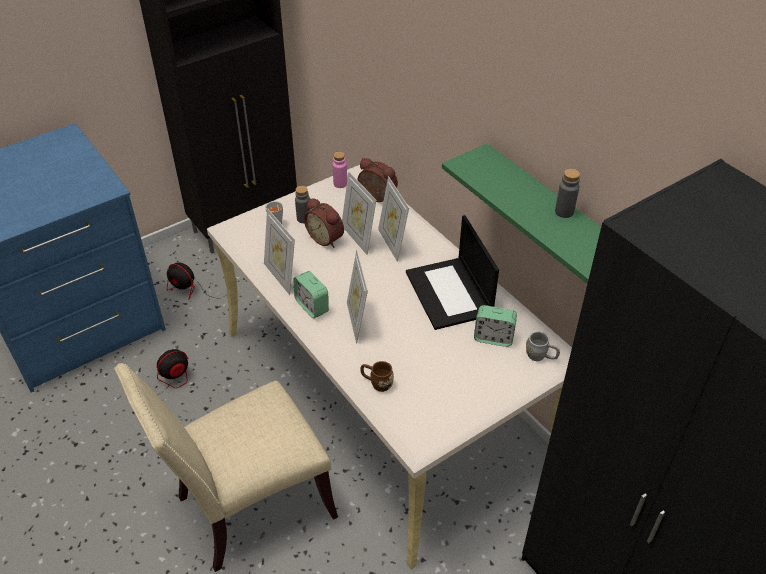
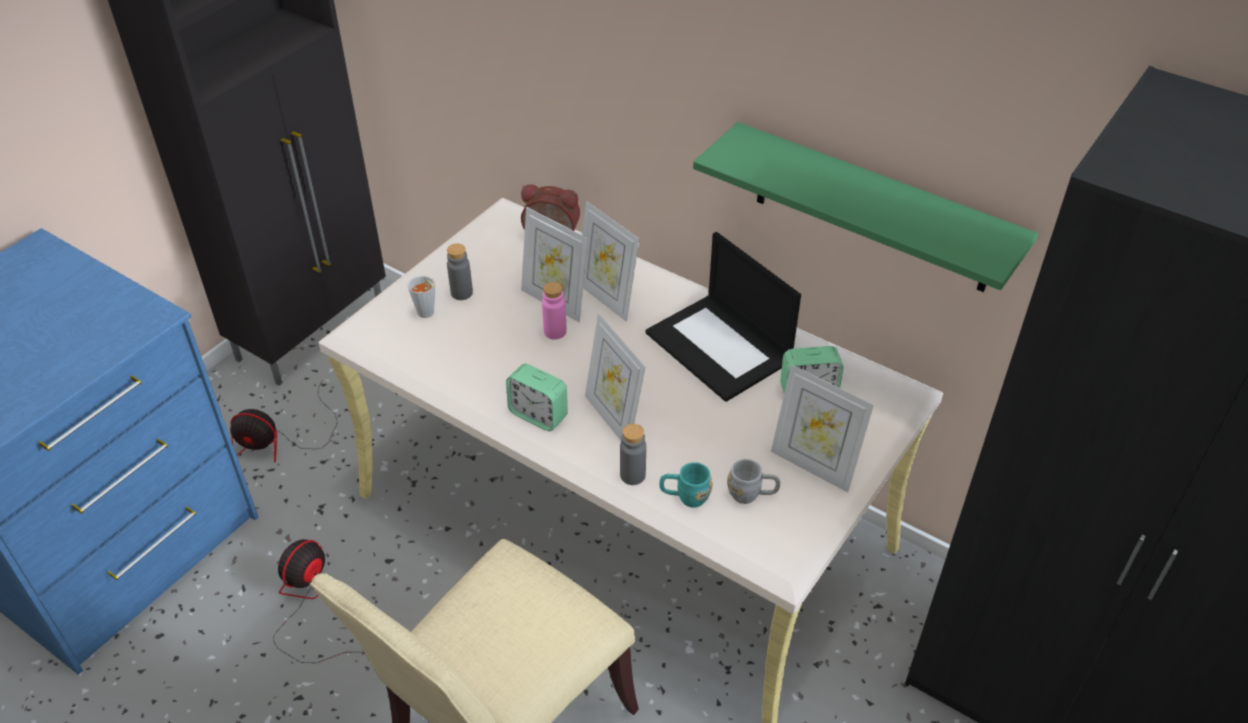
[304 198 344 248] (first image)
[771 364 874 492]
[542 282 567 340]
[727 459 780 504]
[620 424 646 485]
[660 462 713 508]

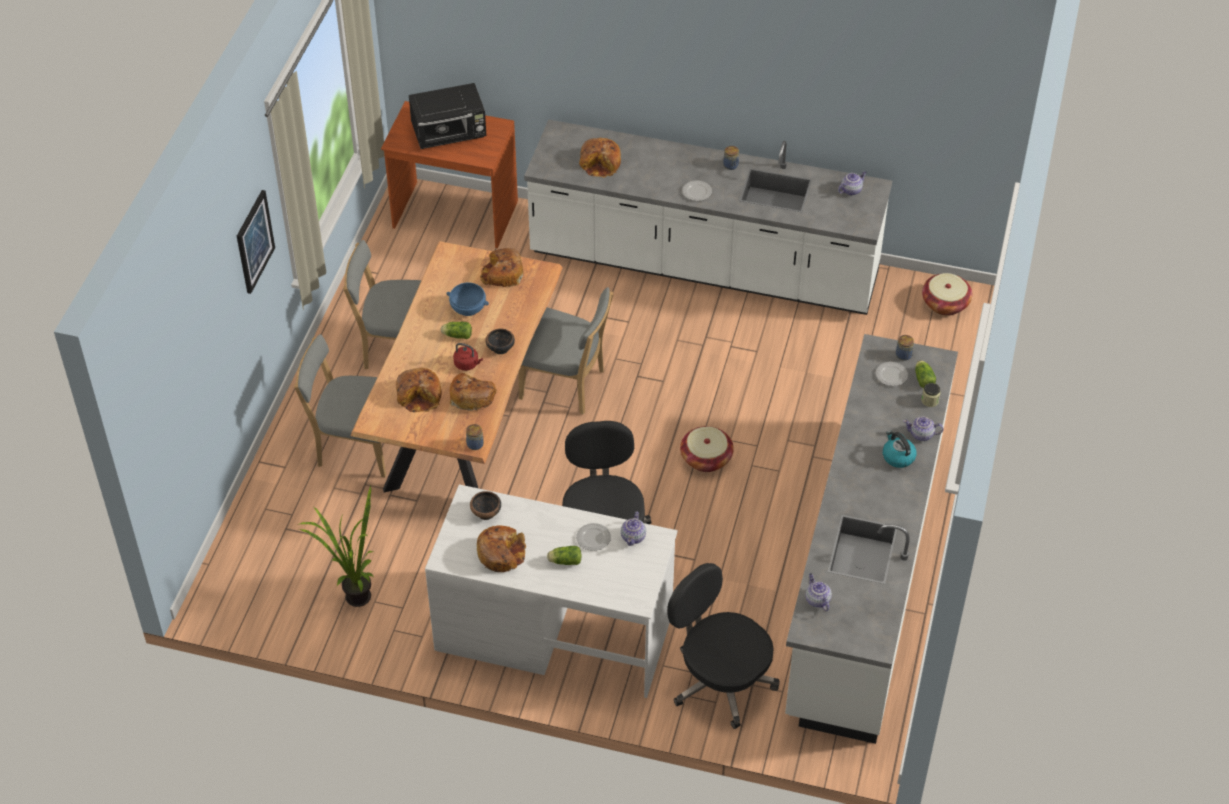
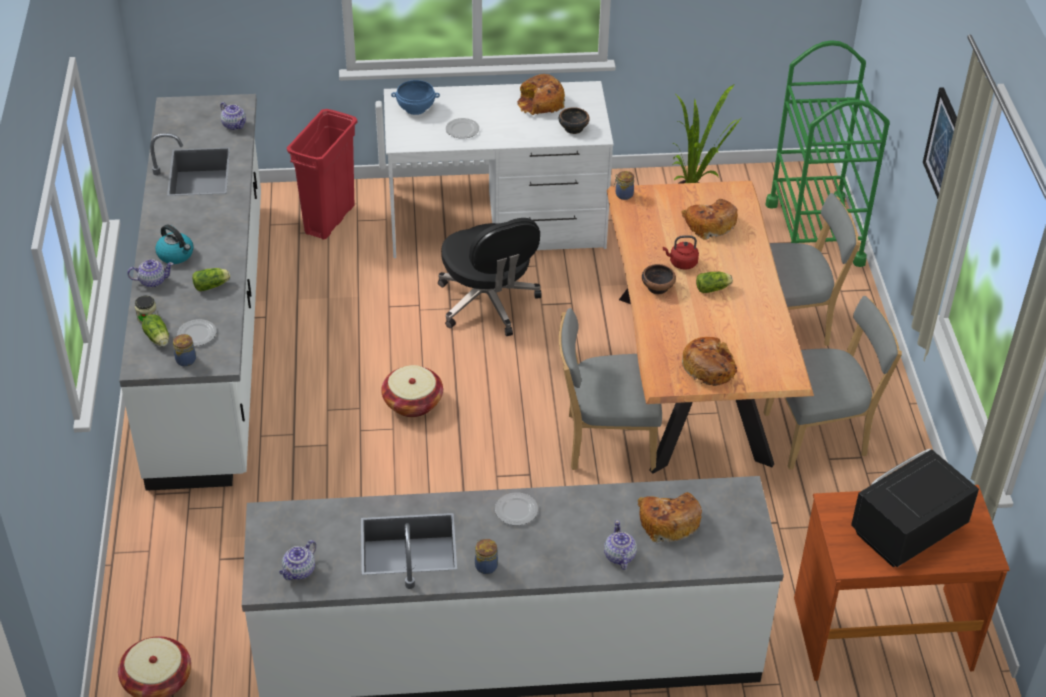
[450 373 497 411] (first image)
[765 40 890 267]
[391 80 440 115]
[192 268 230 291]
[604 520 637 570]
[287 109 357 240]

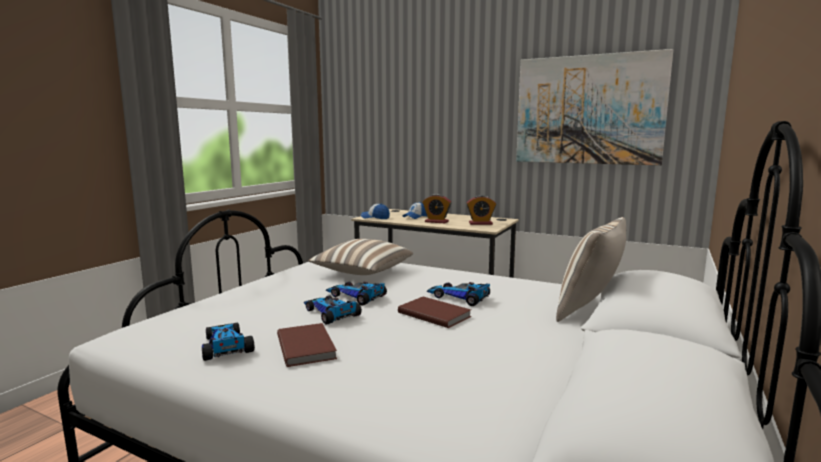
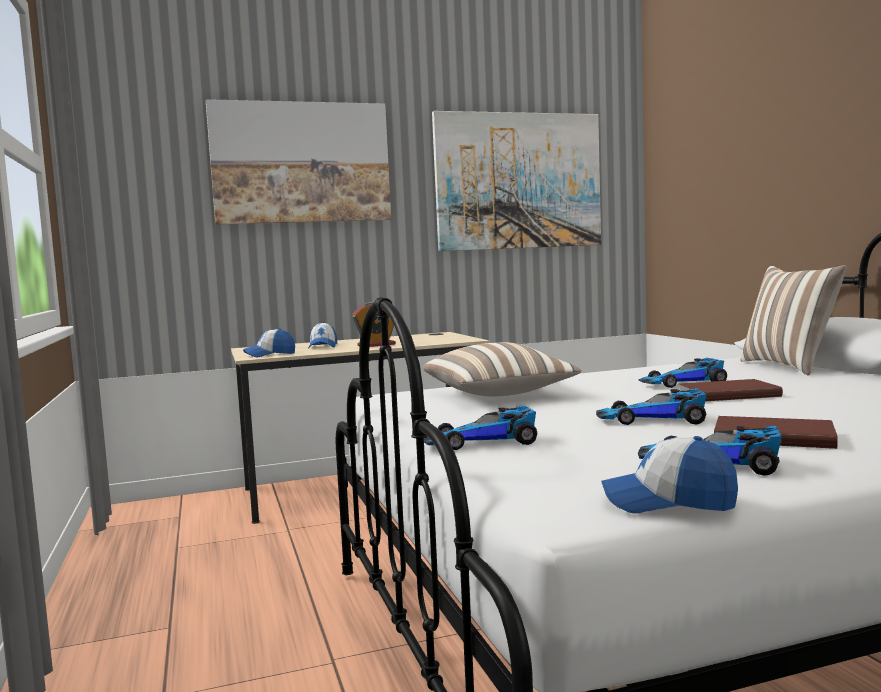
[466 195 496 225] (first image)
[206 99 391 225]
[601 436 738 513]
[424 405 537 450]

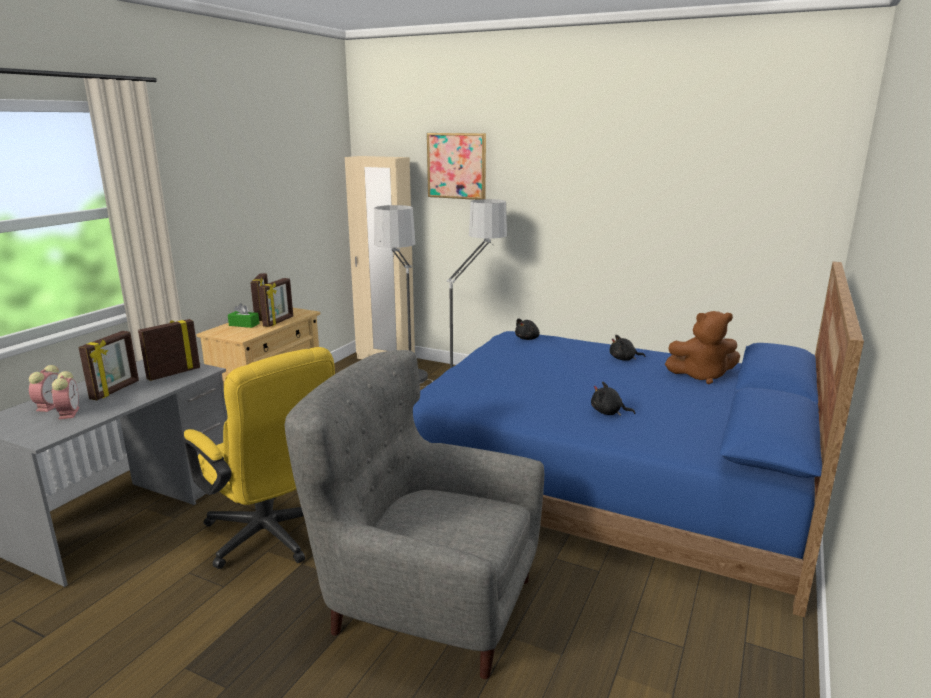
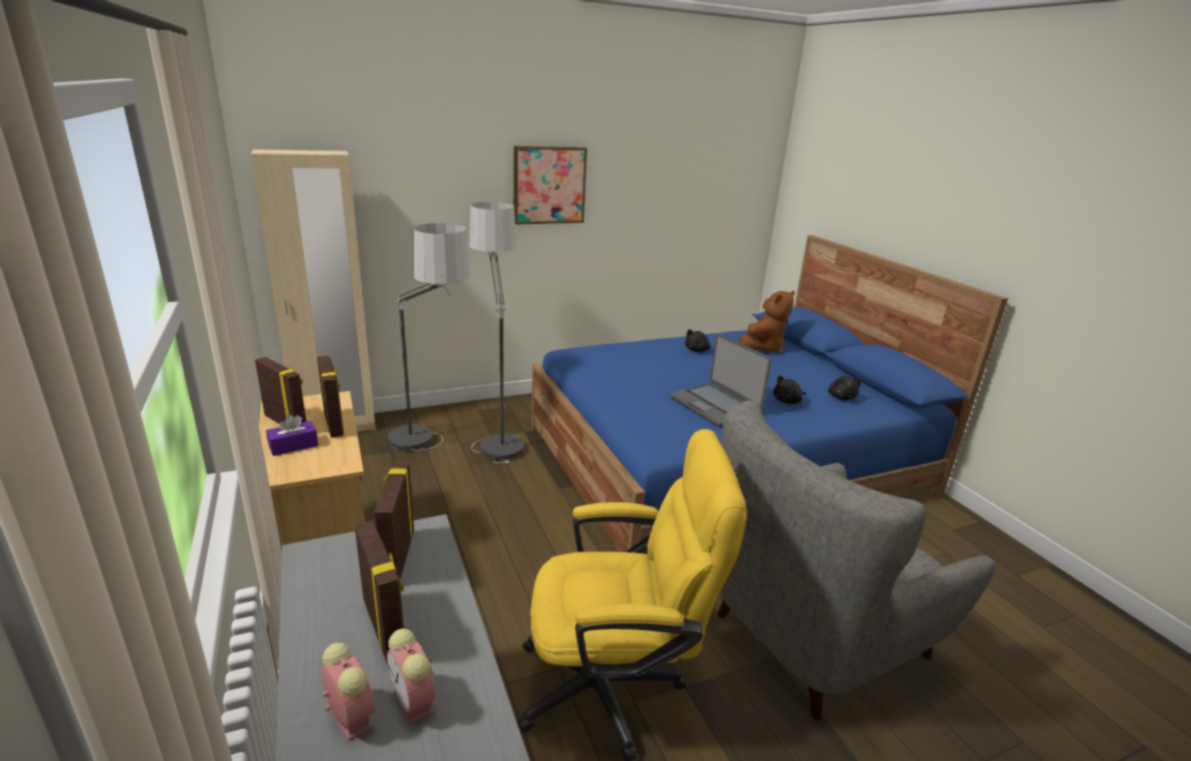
[670 334 772 427]
[514 146 587 225]
[828 376 860 400]
[266 414 318 456]
[387 629 435 724]

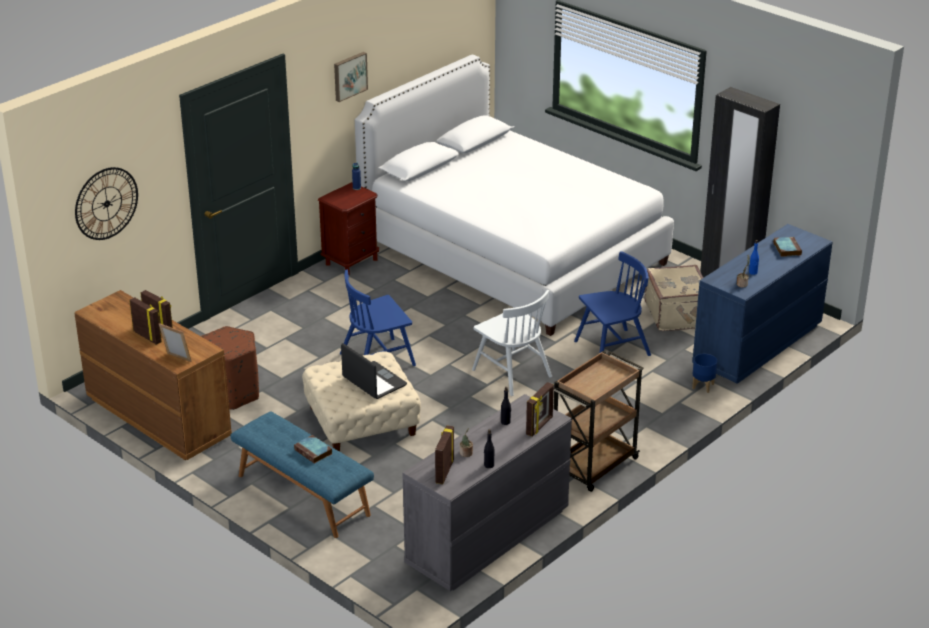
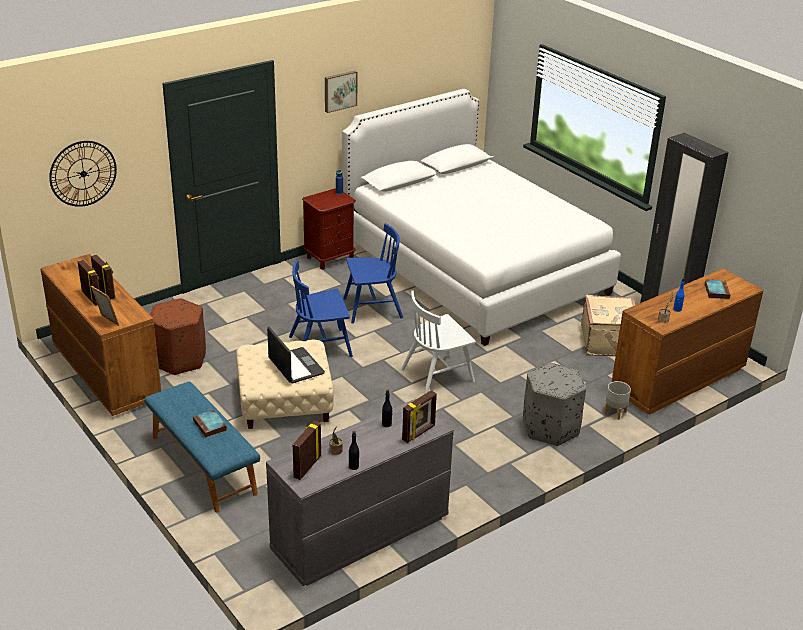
[554 351 644 492] (first image)
[523 363 586 446]
[343 223 403 324]
[612 268 763 415]
[604 381 631 420]
[401 290 476 394]

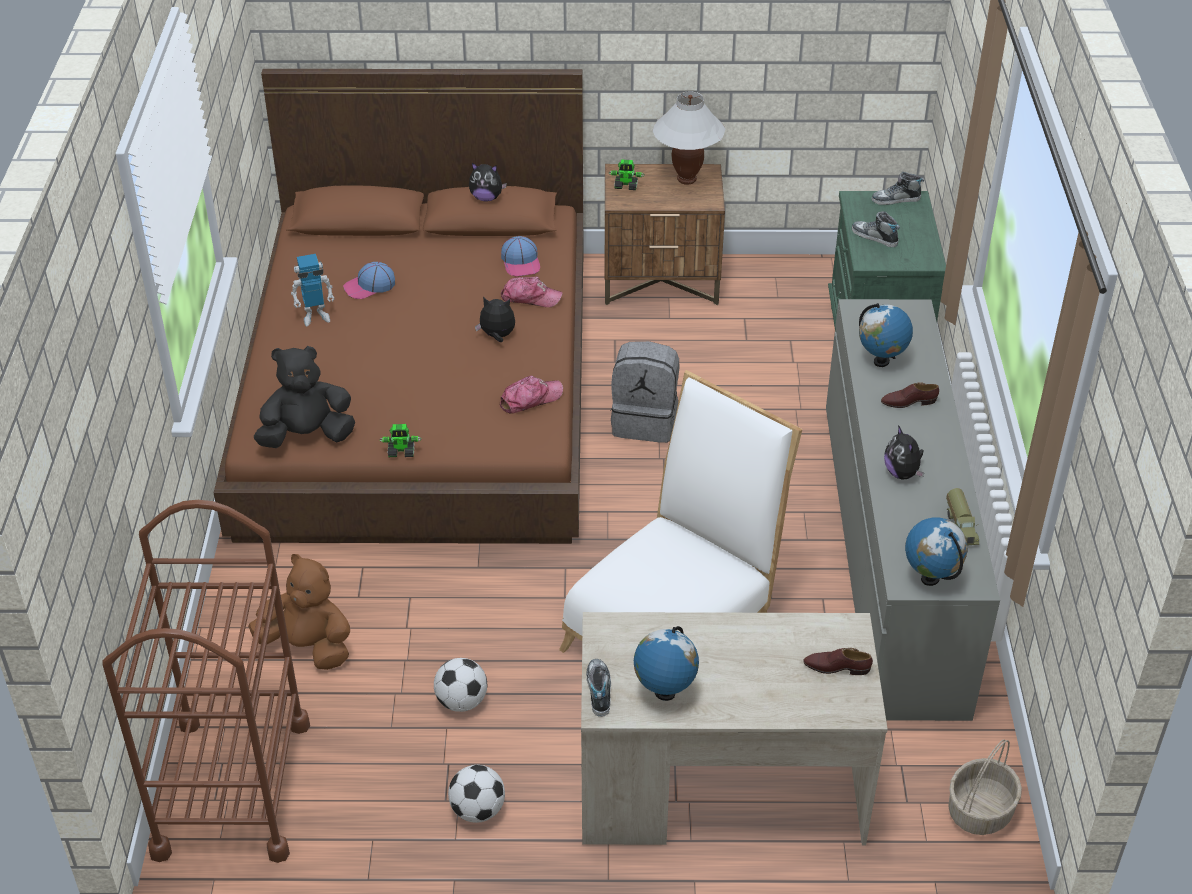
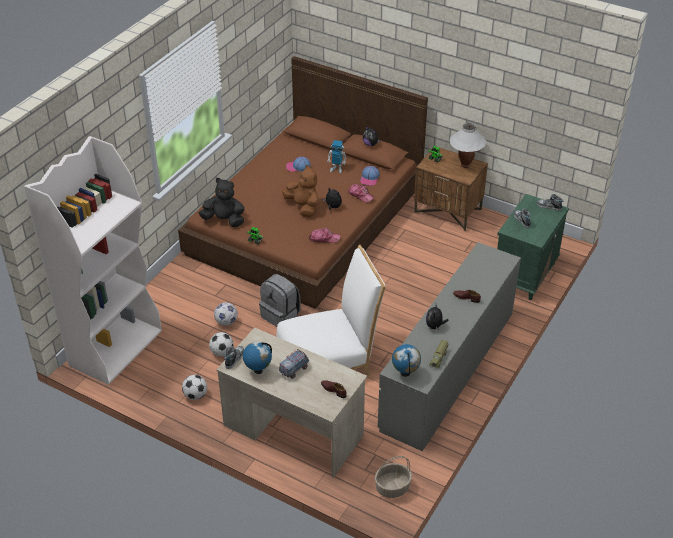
[859 303 913 367] (first image)
[214 302 238 326]
[279 350 309 379]
[282 165 318 217]
[327 140 347 174]
[259 274 301 327]
[24 136 162 385]

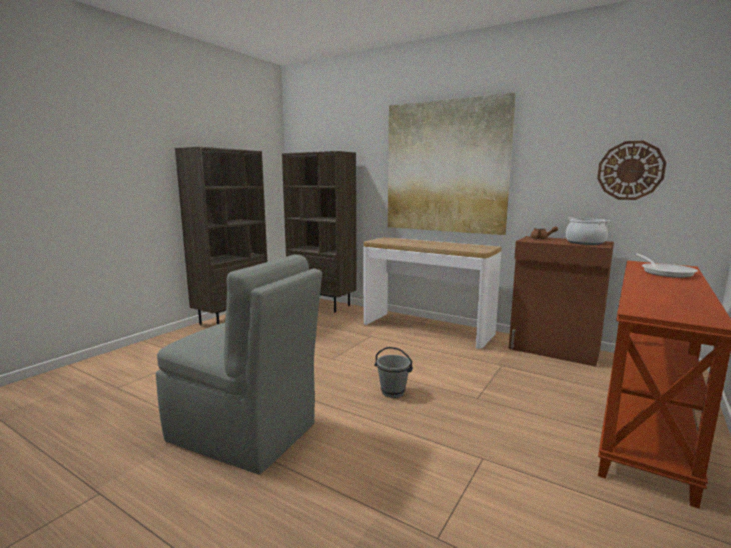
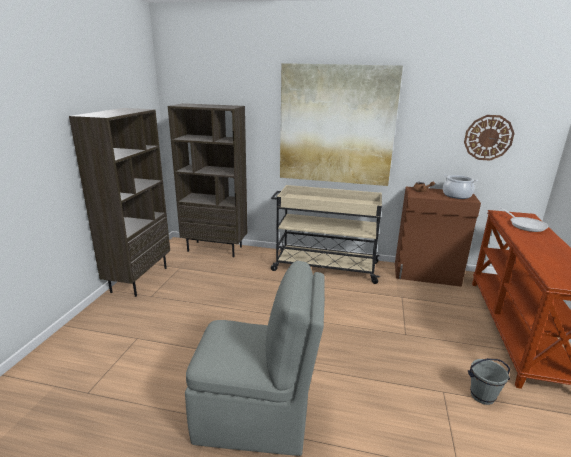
[468 358 510 405]
[271 185 382 284]

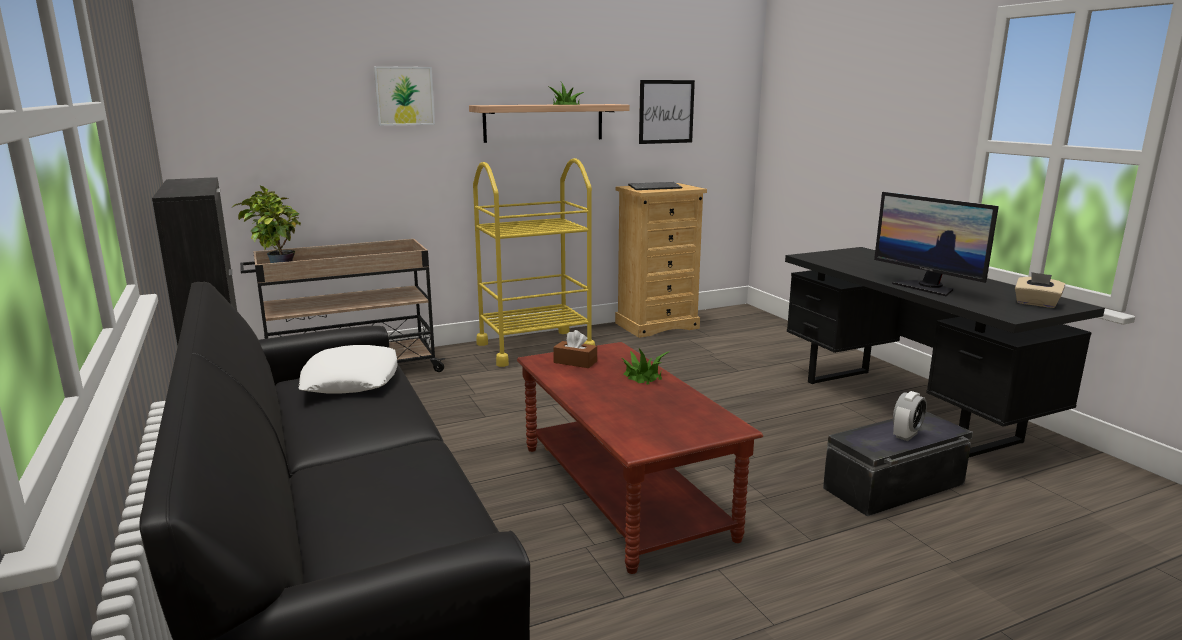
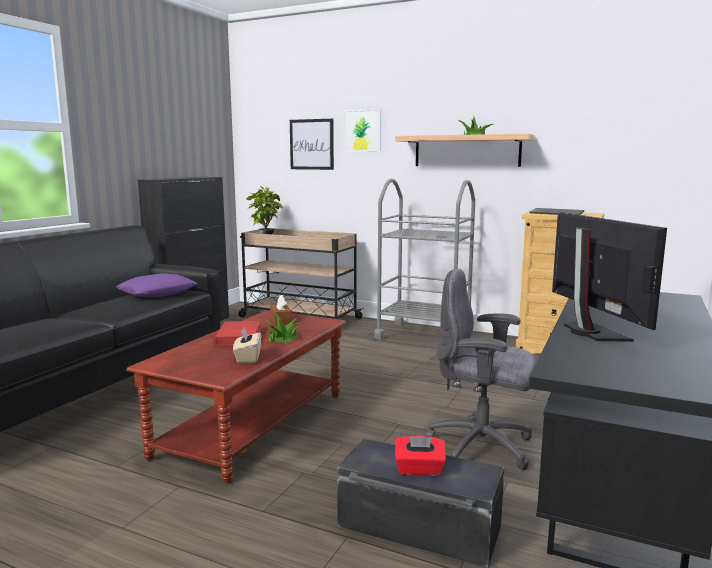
[213 321 261 346]
[426 269 536 470]
[290 119 334 170]
[233 327 261 363]
[395 436 446 476]
[116 273 197 297]
[374 179 475 339]
[552 212 667 342]

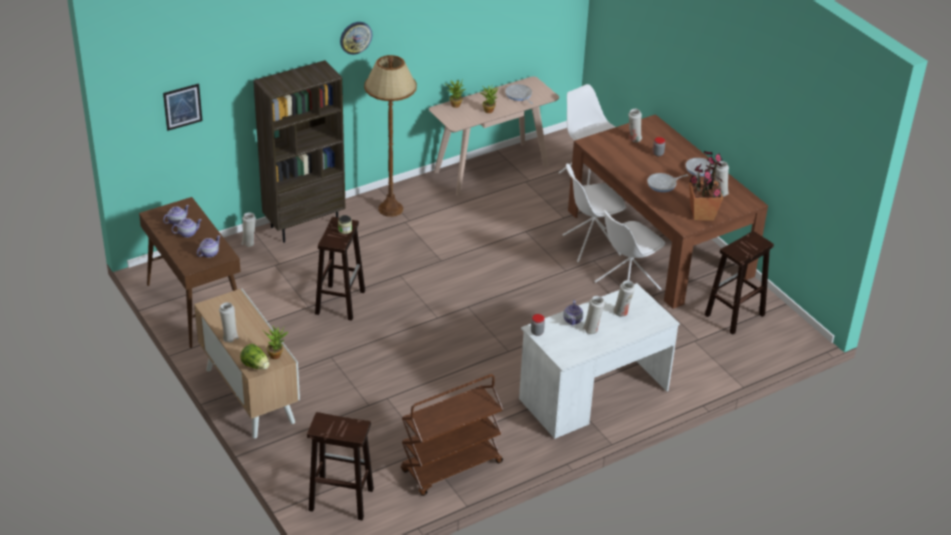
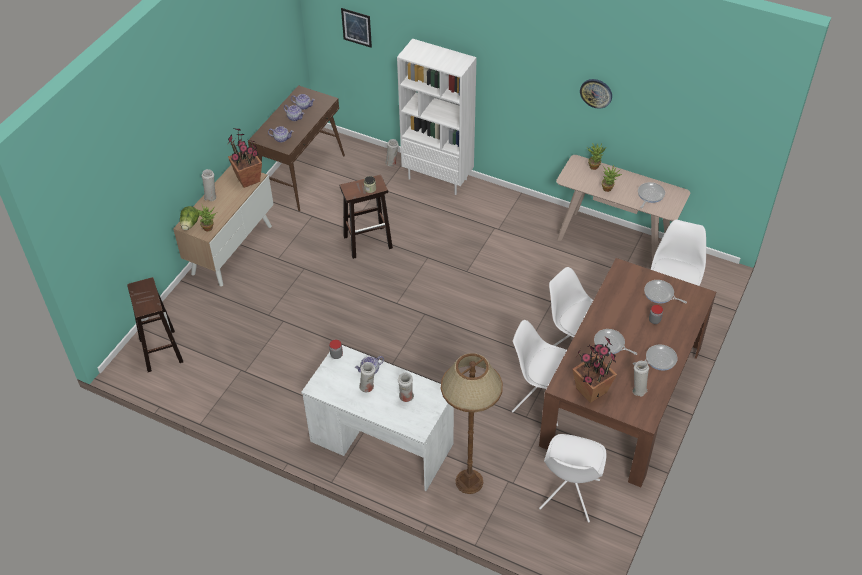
[401 374 503 496] (first image)
[228 128 262 188]
[580 79 612 109]
[441 353 503 494]
[644 280 687 304]
[539 434 607 522]
[397 38 477 195]

